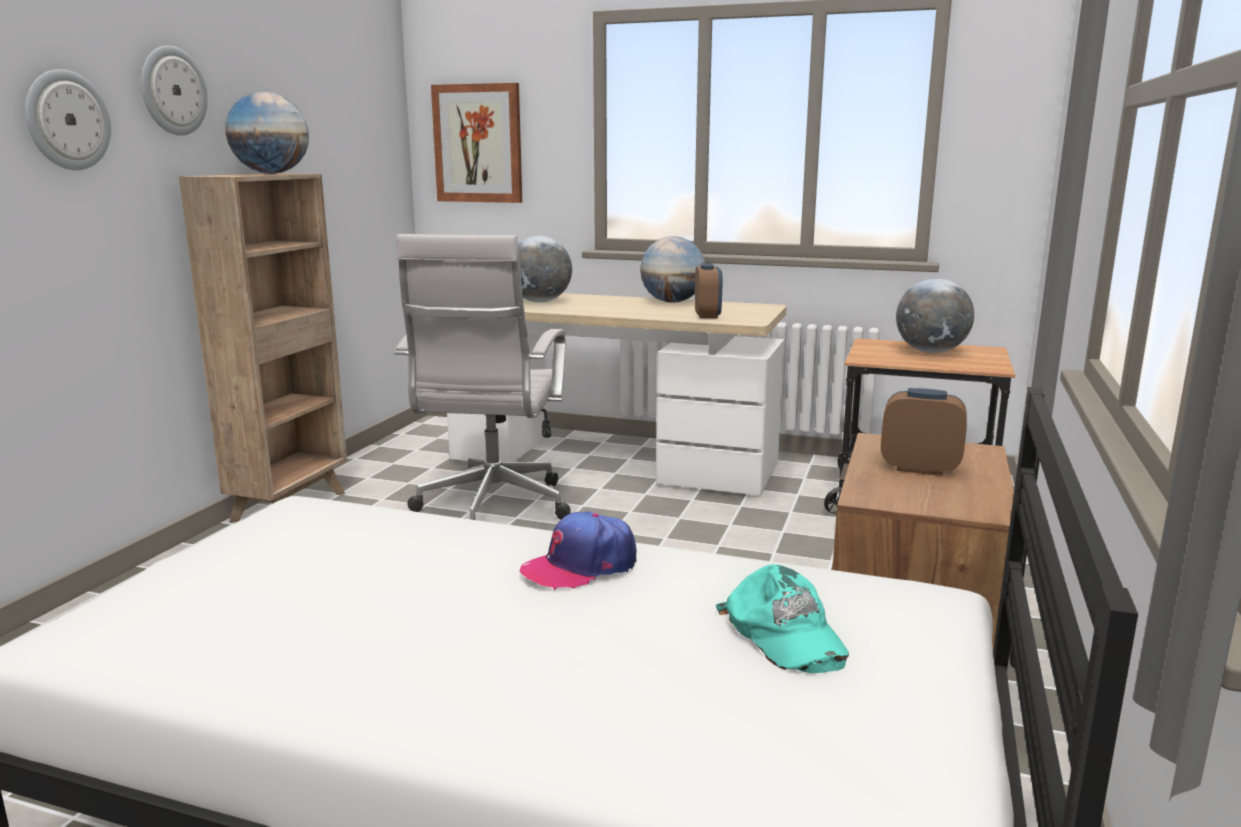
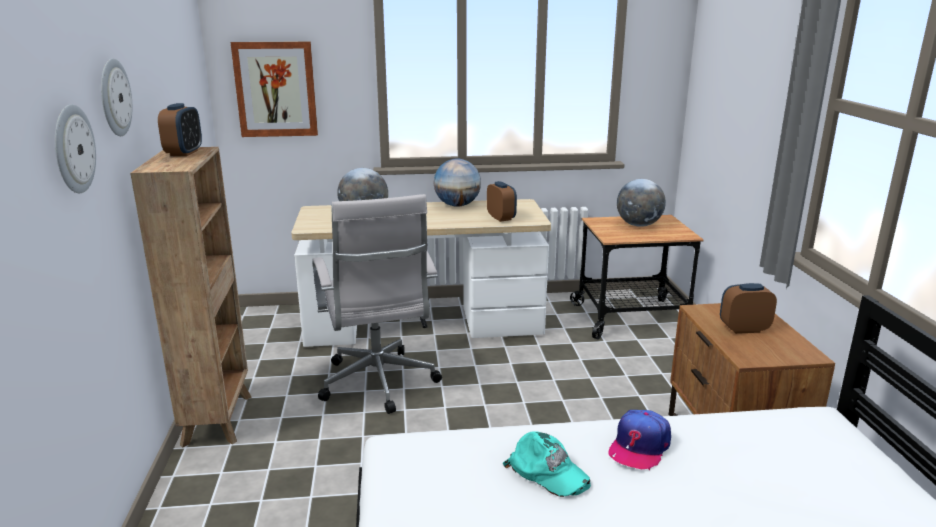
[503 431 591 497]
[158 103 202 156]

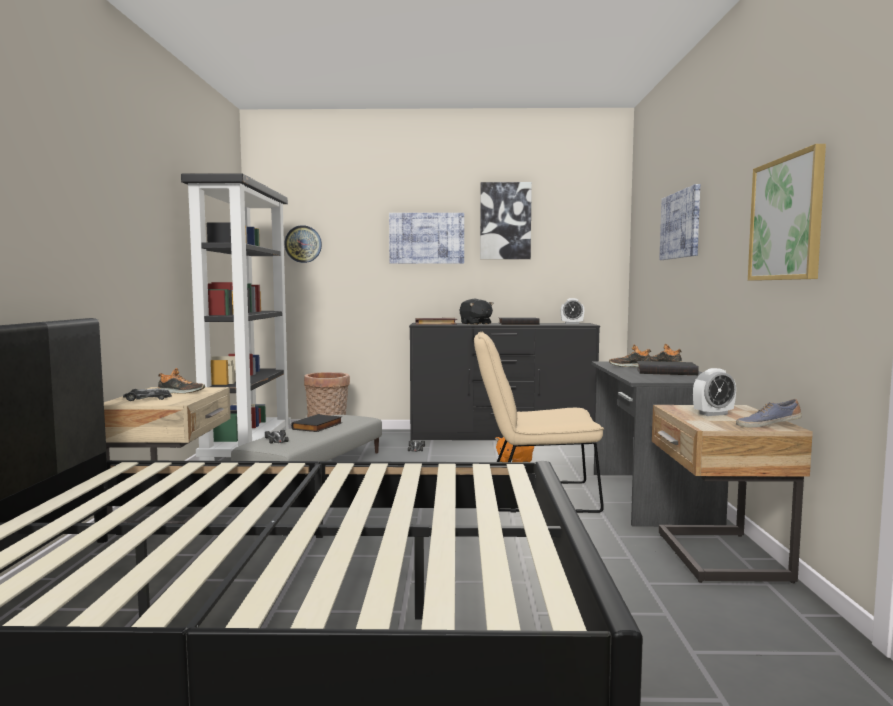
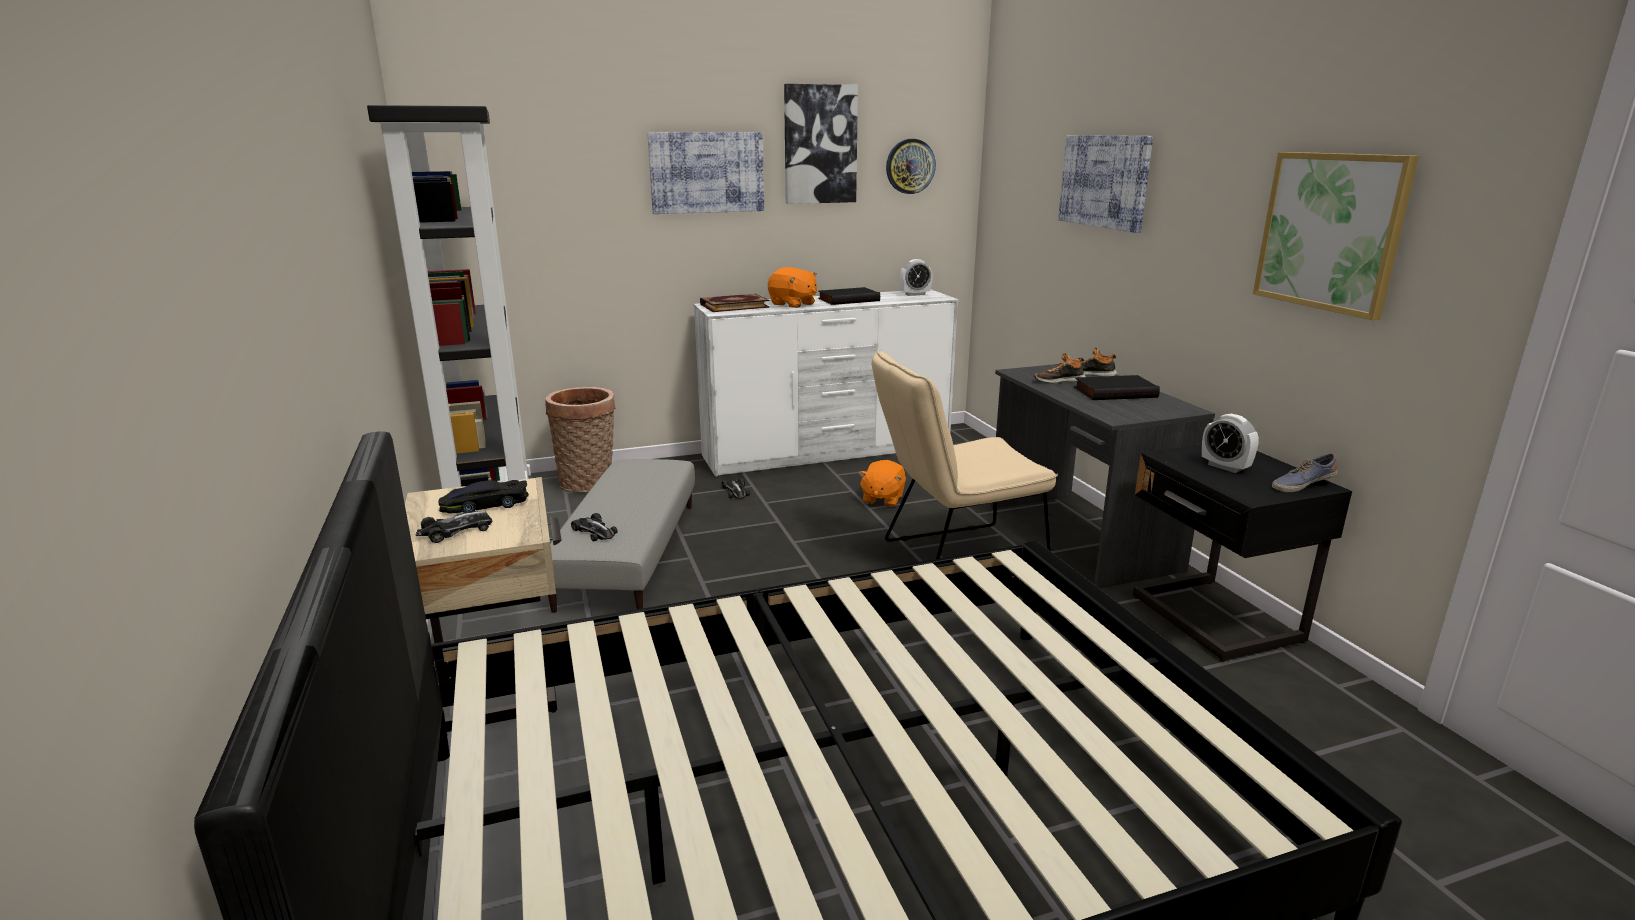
[291 414 343 432] (first image)
[886 139 936 194]
[438 480 529 514]
[693 289 959 477]
[768 267 817 308]
[1133 445 1352 662]
[1202 414 1259 473]

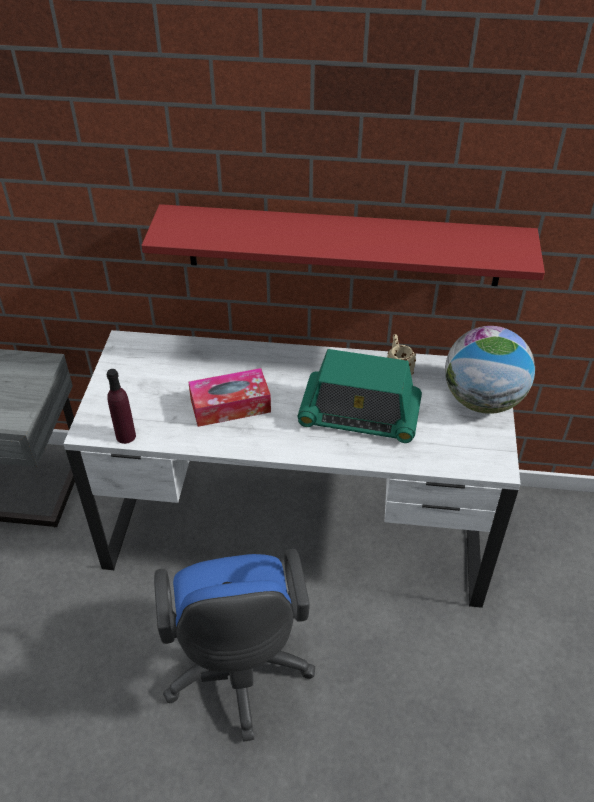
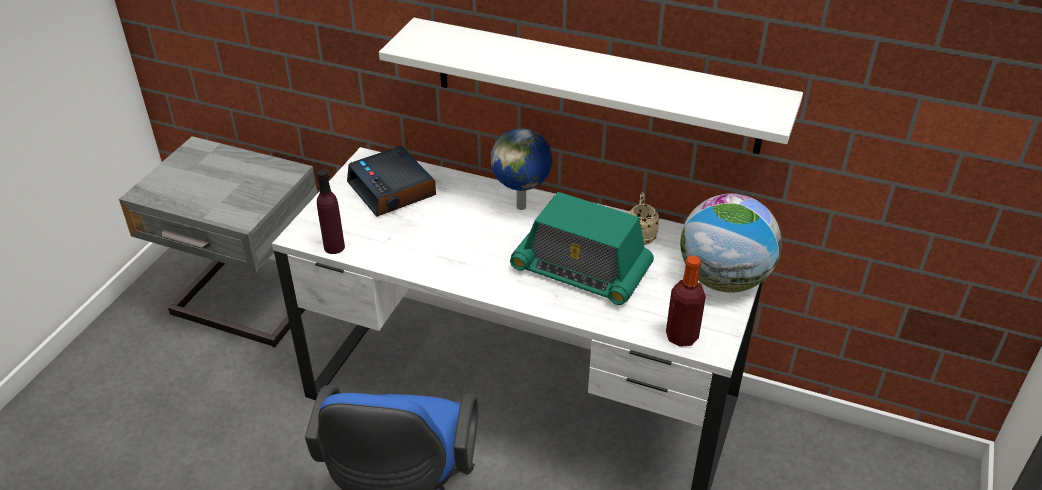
[188 368 271 427] (first image)
[347 146 436 217]
[491 128 553 210]
[666 256 706 347]
[379 18 803 154]

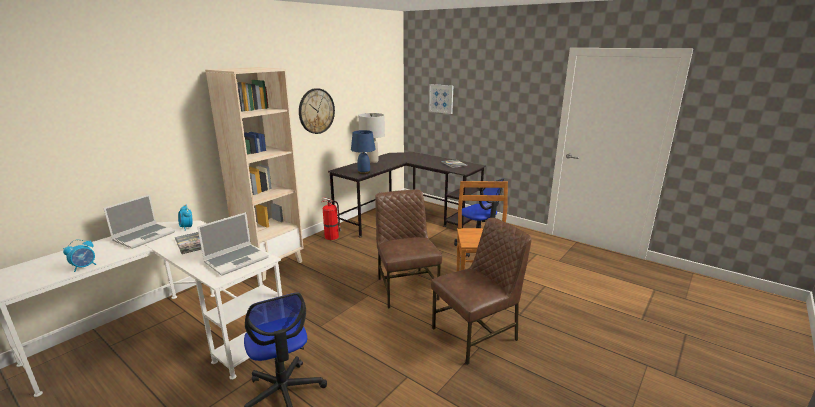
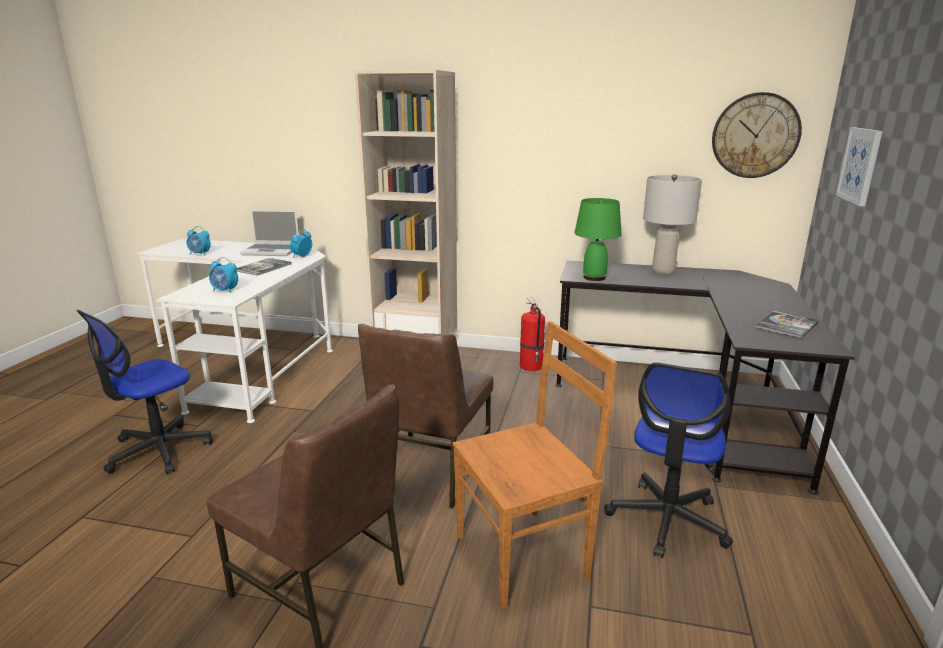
[712 92 802 178]
[209 257 238 293]
[574 198 622 281]
[358 324 493 509]

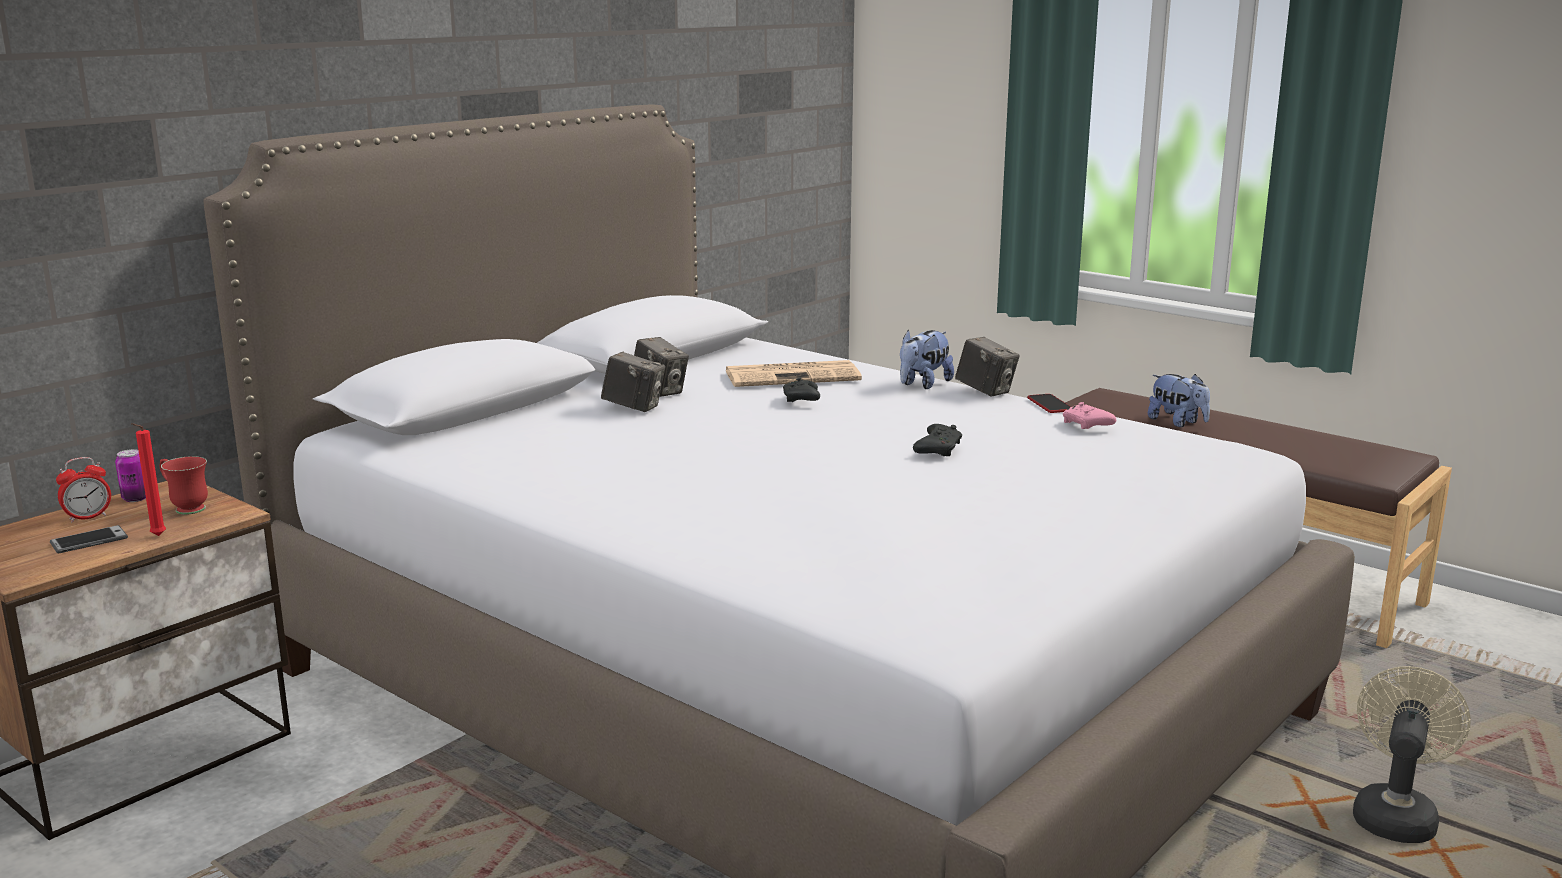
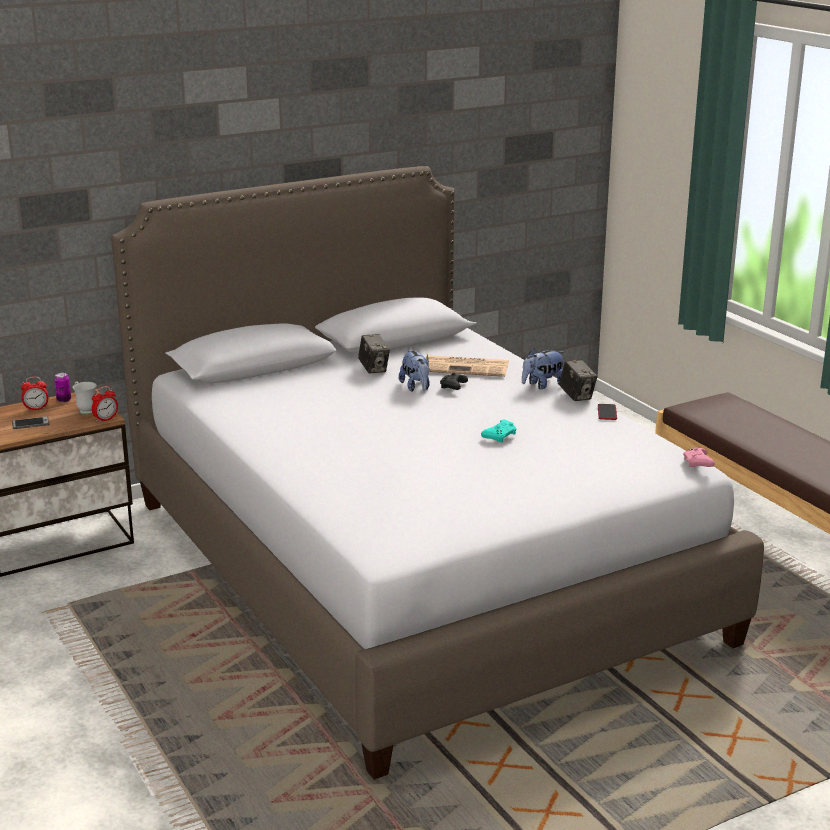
[131 423 166 536] (first image)
[601 351 665 412] (first image)
[1353 666 1471 843] (first image)
[92 386 118 423]
[683 447 715 467]
[399 350 430 392]
[73 382 97 414]
[481 419 516 442]

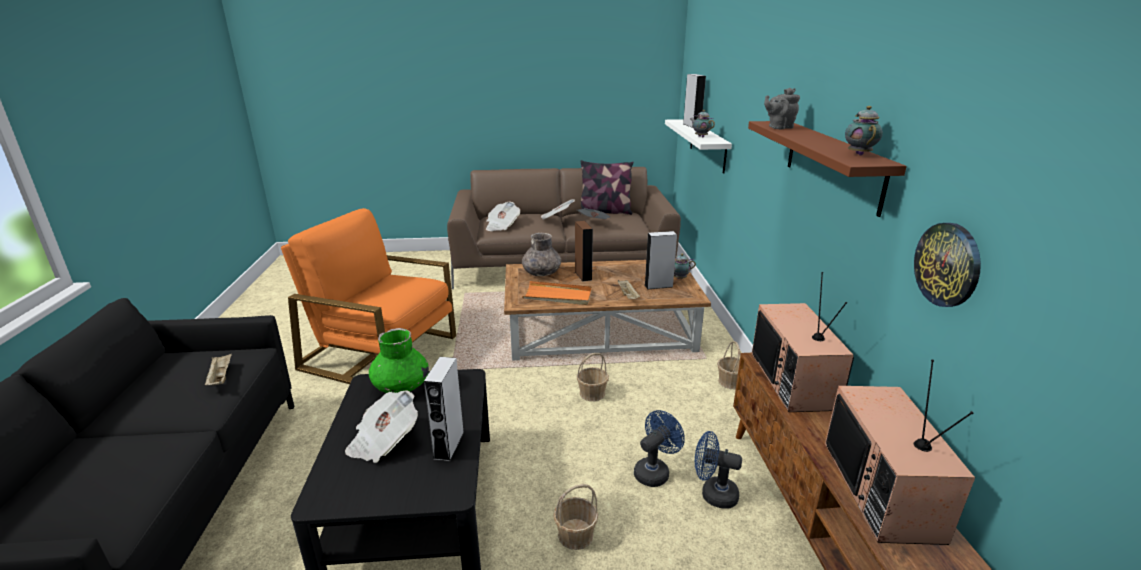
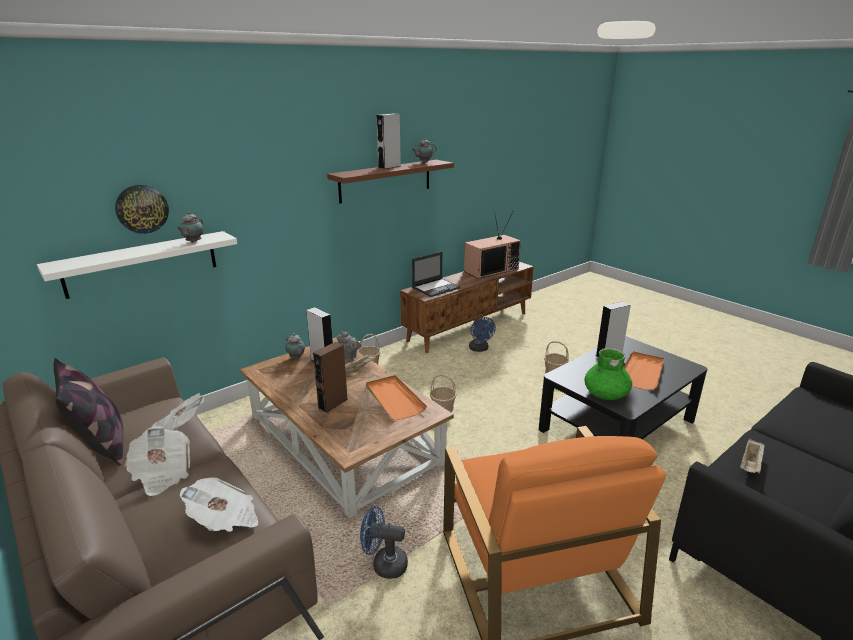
[522 233 561 276] (first image)
[360 506 408 579]
[376 114 401 169]
[337 331 361 360]
[115 185 169 234]
[623 351 664 390]
[412 252 460 297]

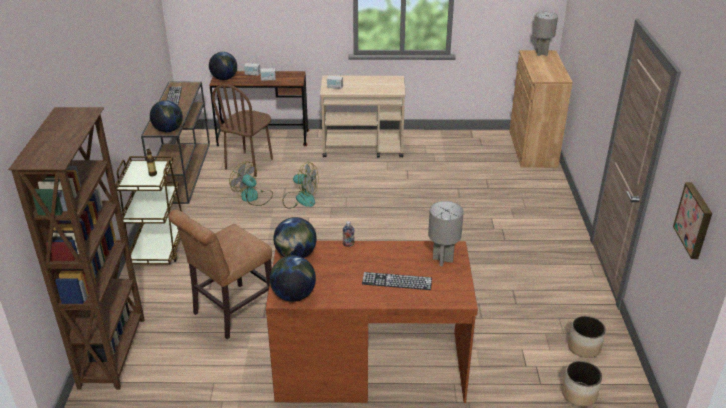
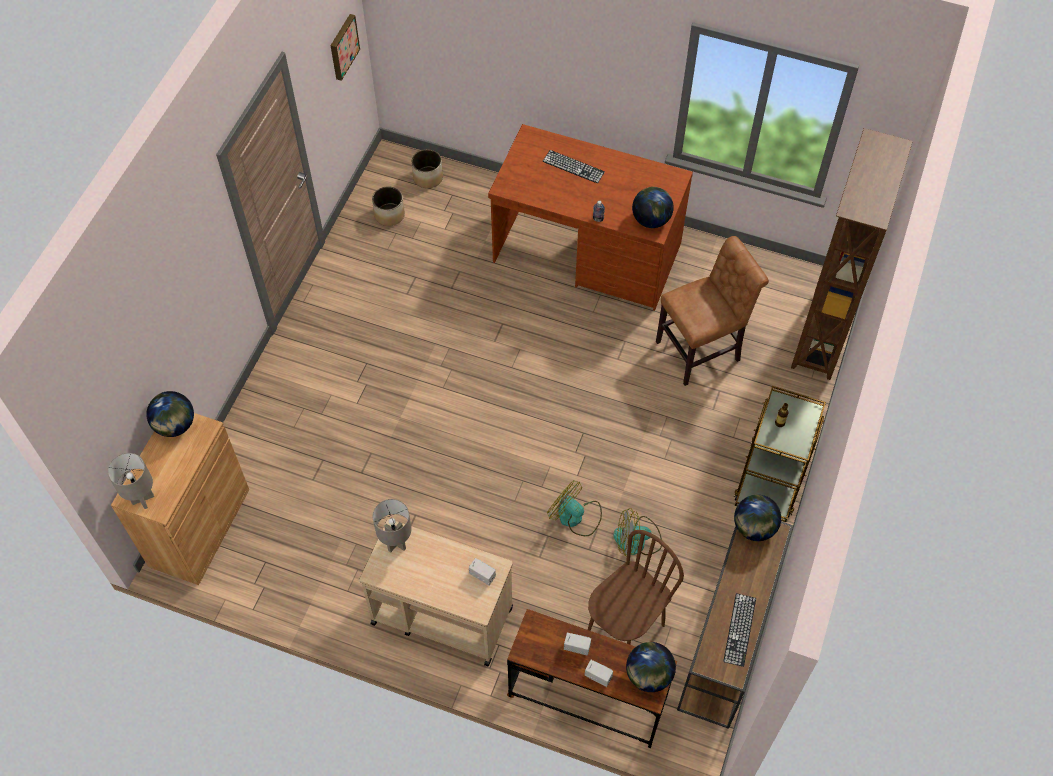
[146 391 194 437]
[373 499 412 553]
[613 508 662 557]

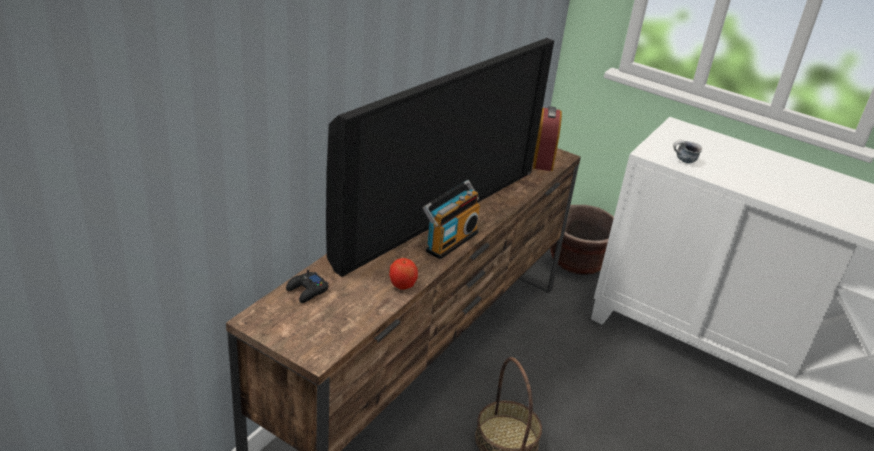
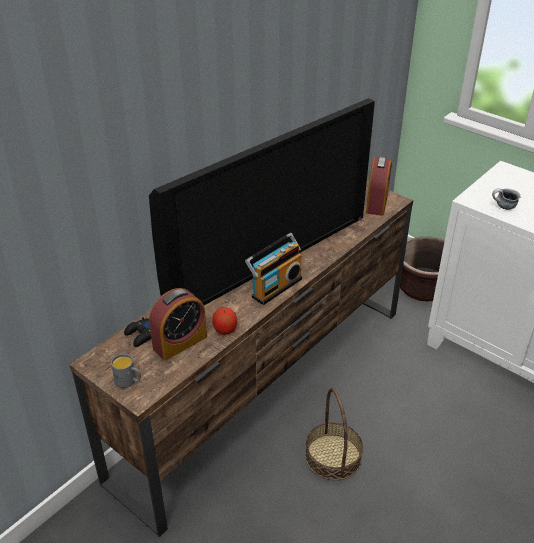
[111 354 141 388]
[149 288 207 361]

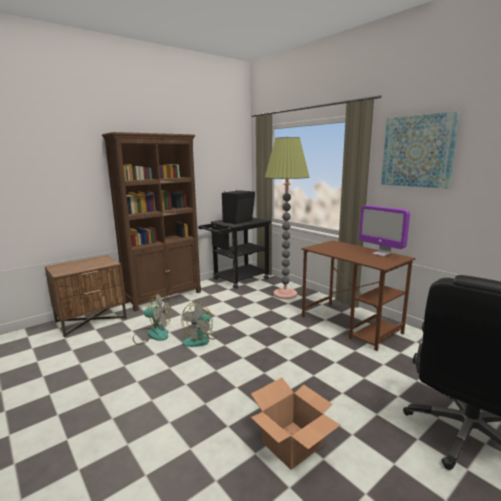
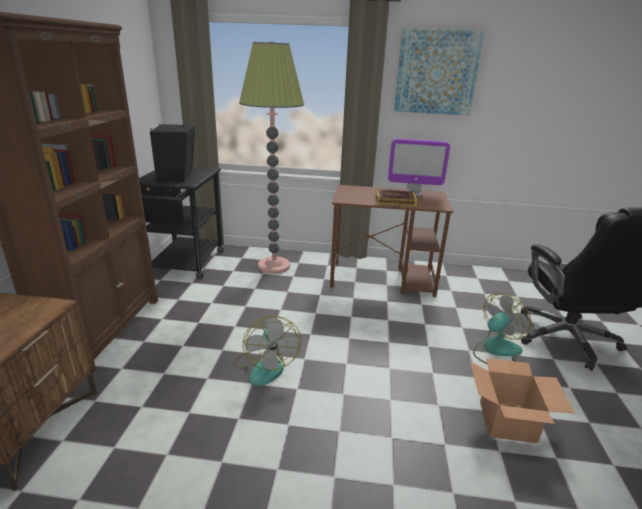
[376 190 418 206]
[473 293 531 365]

